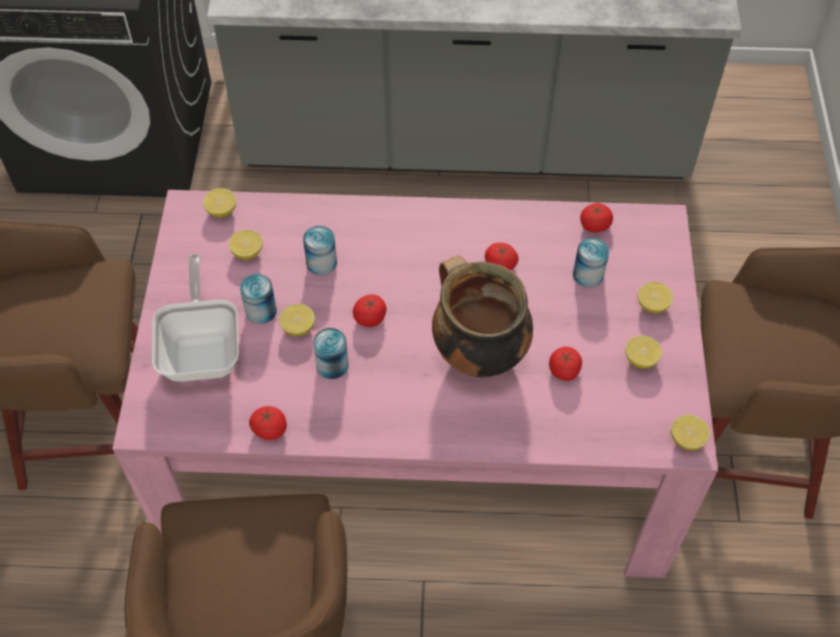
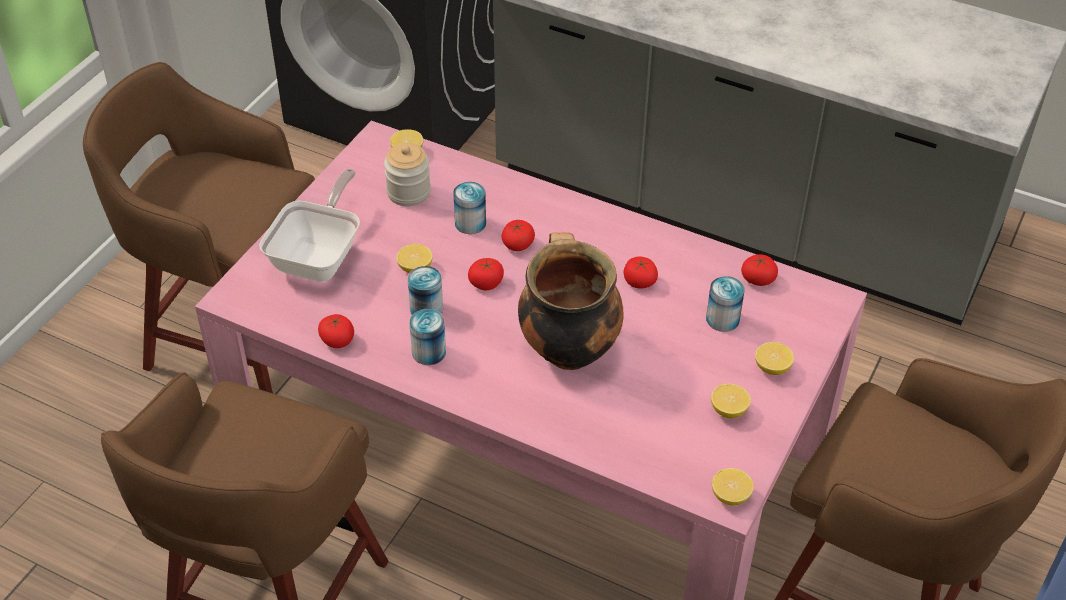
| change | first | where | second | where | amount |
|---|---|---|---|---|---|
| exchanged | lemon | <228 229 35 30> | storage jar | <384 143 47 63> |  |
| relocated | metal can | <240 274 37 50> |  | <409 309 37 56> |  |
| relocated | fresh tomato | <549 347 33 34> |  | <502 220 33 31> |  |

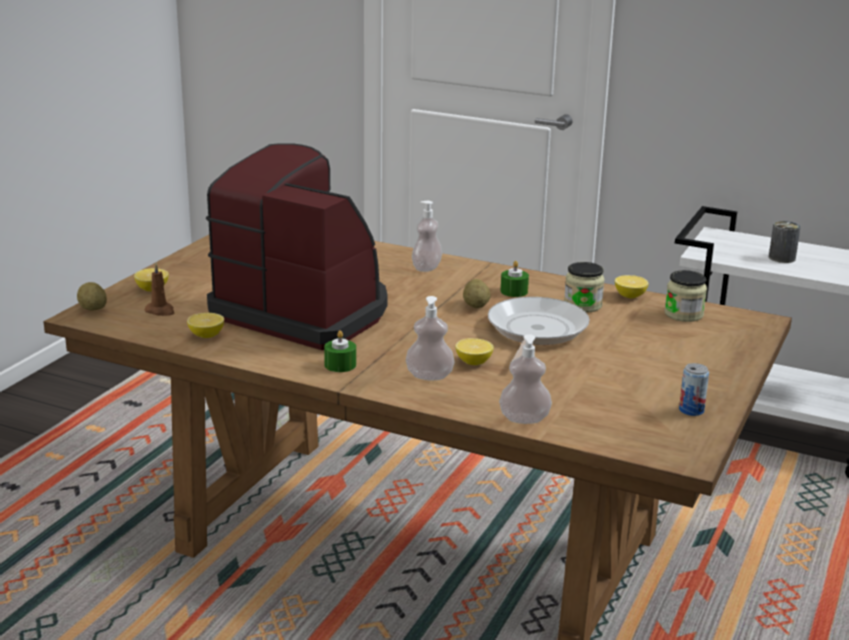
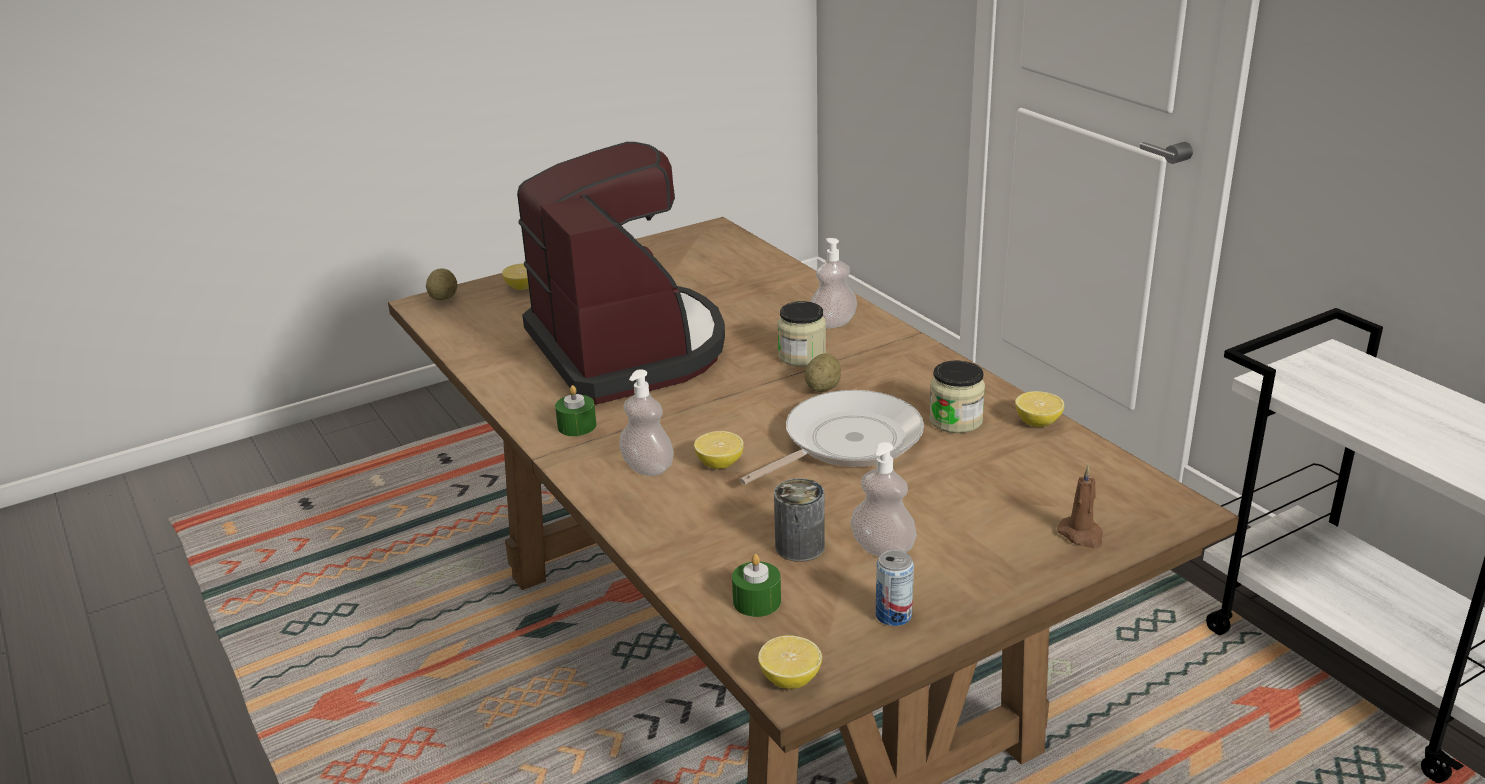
| change | first | where | second | where | amount |
|---|---|---|---|---|---|
| relocated | brown wax light | <144 263 30 53> |  | <1057 466 46 82> |  |
| relocated | lemon | <187 313 37 25> |  | <758 635 64 54> |  |
| relocated | soap dispenser | <499 334 53 90> |  | <851 442 66 115> |  |
| relocated | green-coloured wax light | <501 261 28 36> |  | <732 554 49 63> |  |
| relocated | storage jar | <665 270 42 52> |  | <777 301 49 66> |  |
| relocated | metal can | <769 221 32 42> |  | <774 478 51 84> |  |

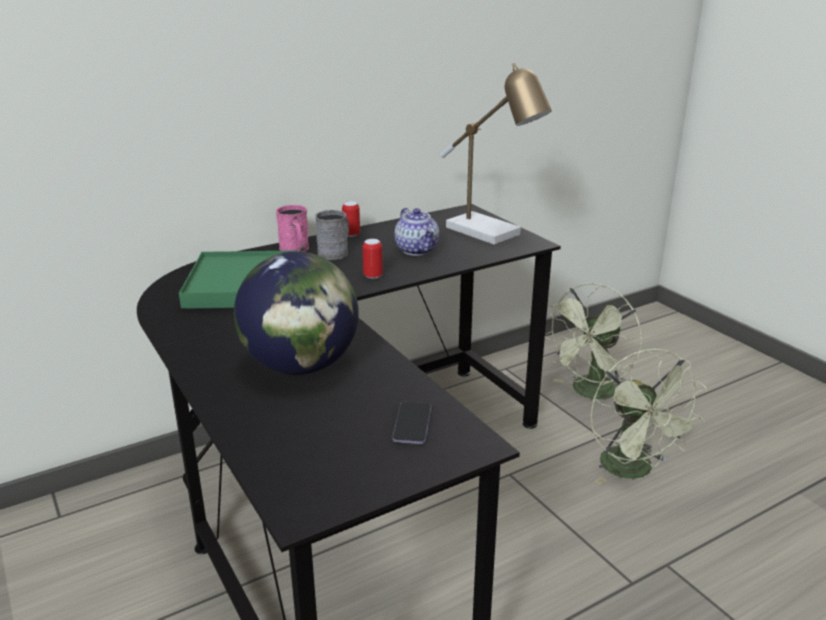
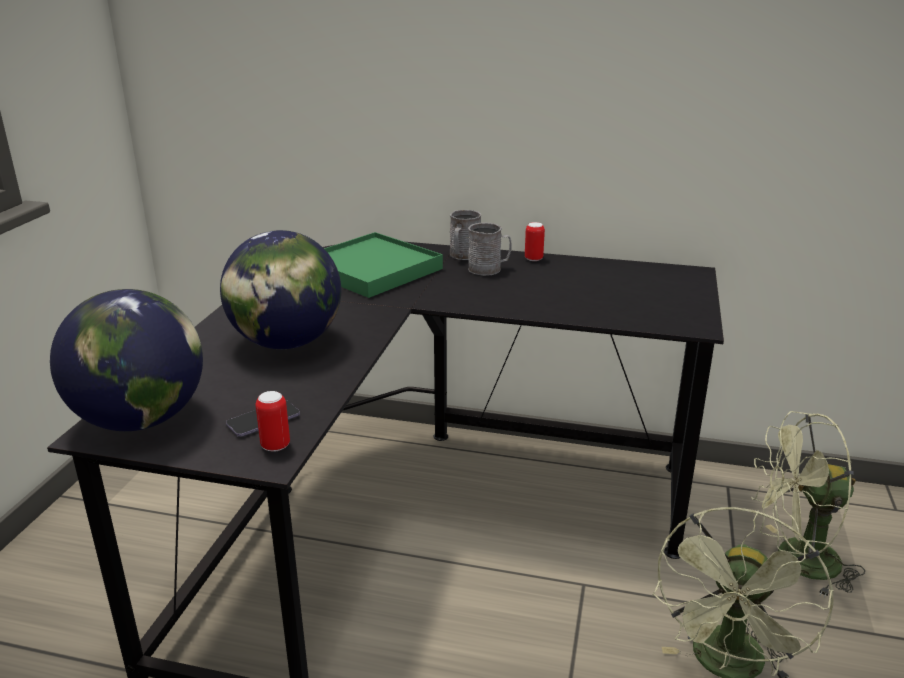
| change | first | where | second | where | amount |
|---|---|---|---|---|---|
| colour | pink-coloured tea mug | <276 205 33 47> | grey tea mug | <450 210 31 50> |  |
| relocated | metal can | <362 239 21 40> |  | <256 391 34 61> |  |
| missing | teapot | <395 208 44 48> |  |  |  |
| missing | table lamp | <440 63 112 182> |  |  |  |
| appeared |  |  | globe | <50 289 153 142> |  |

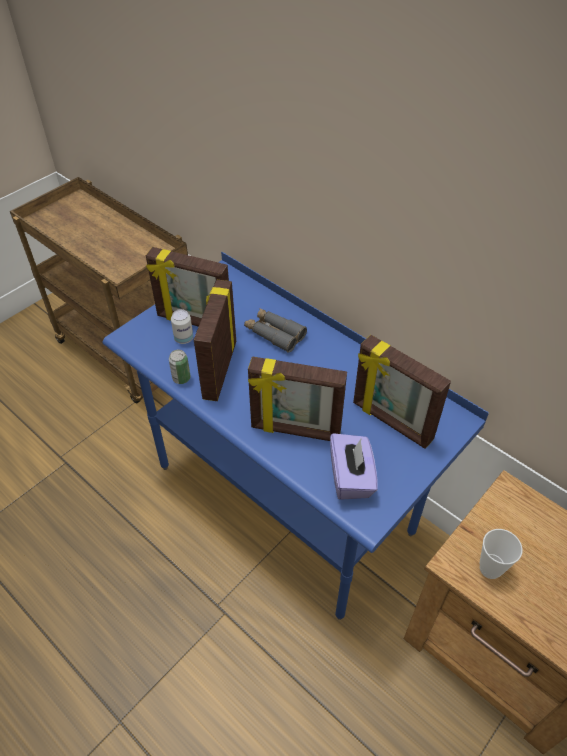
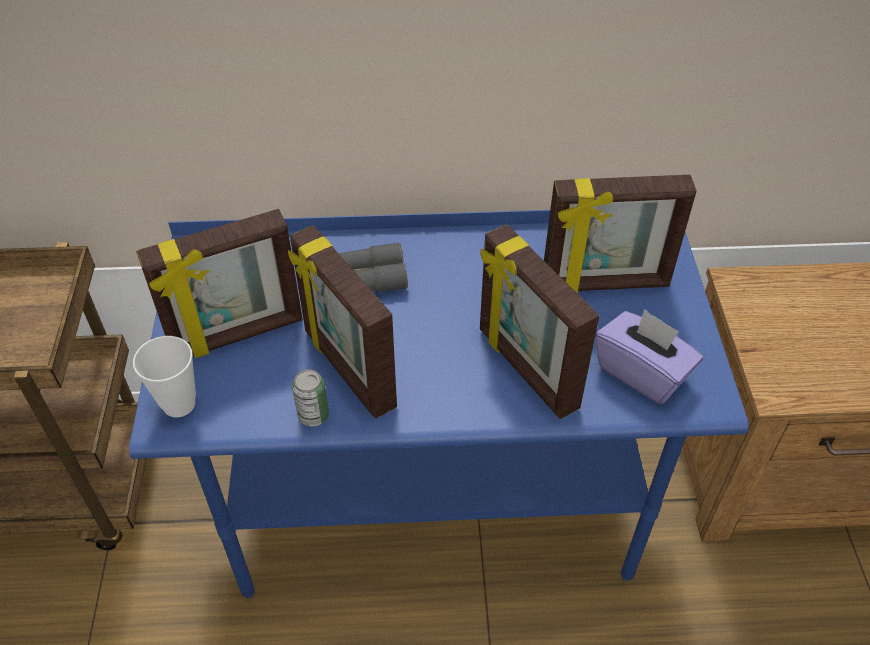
| change | first | where | second | where | amount |
|---|---|---|---|---|---|
| missing | metal can | <171 309 22 35> |  |  |  |
| spun | photo frame | <248 357 99 84> |  | <480 224 119 195> | 90 degrees clockwise |
| relocated | small cup | <480 529 43 50> |  | <133 336 63 81> |  |

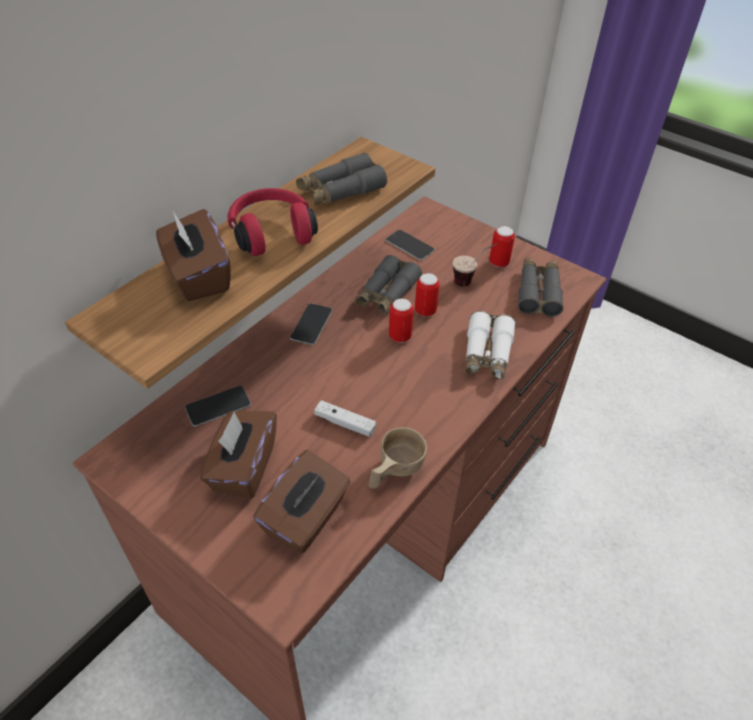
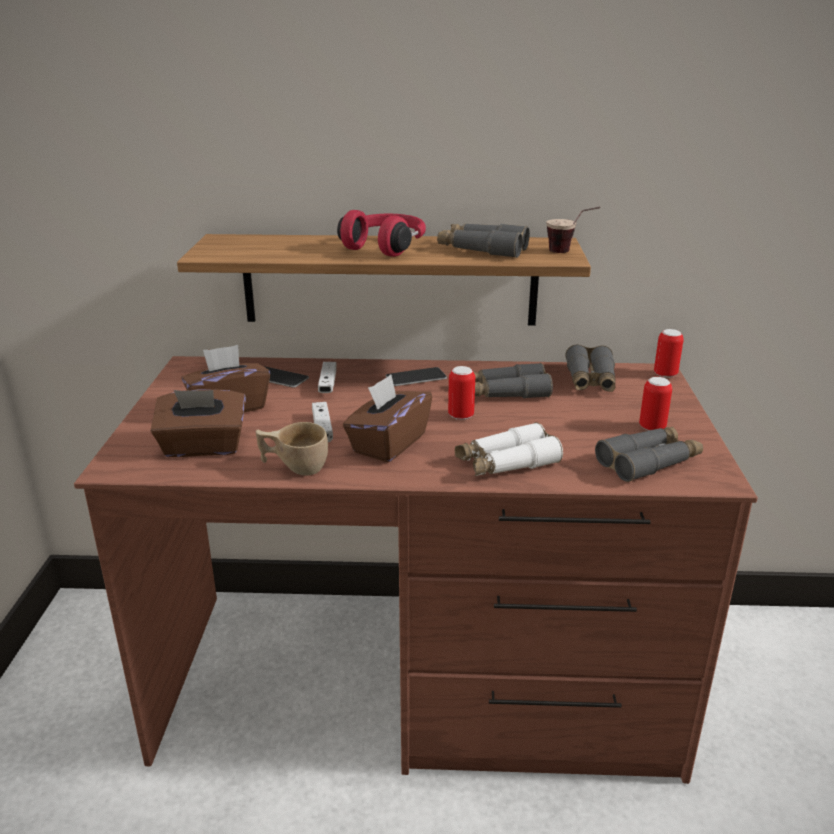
| change | first | where | second | where | amount |
|---|---|---|---|---|---|
| relocated | brown box of tissues | <156 209 75 92> |  | <343 374 89 88> |  |
| exchanged | telephone | <385 230 50 30> | grey binoculars | <565 344 51 48> |  |
| relocated | metal can | <415 273 25 44> |  | <654 329 30 49> |  |
| relocated | small cup | <453 243 45 44> |  | <546 207 54 46> |  |
| appeared |  |  | whitish game controller | <318 362 19 31> |  |

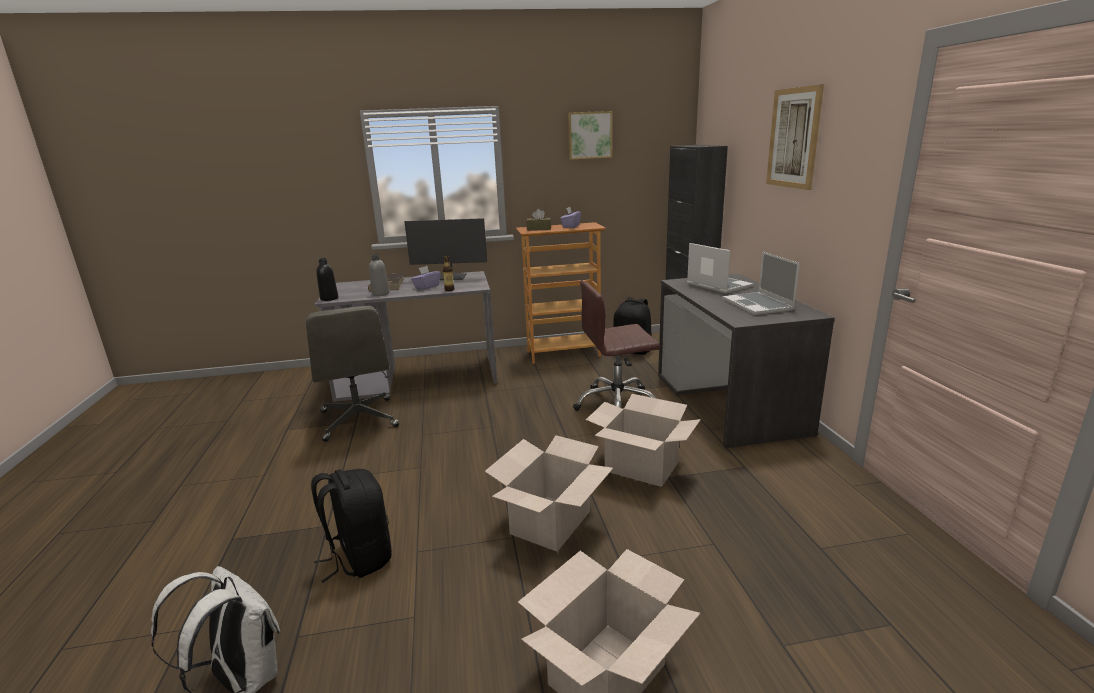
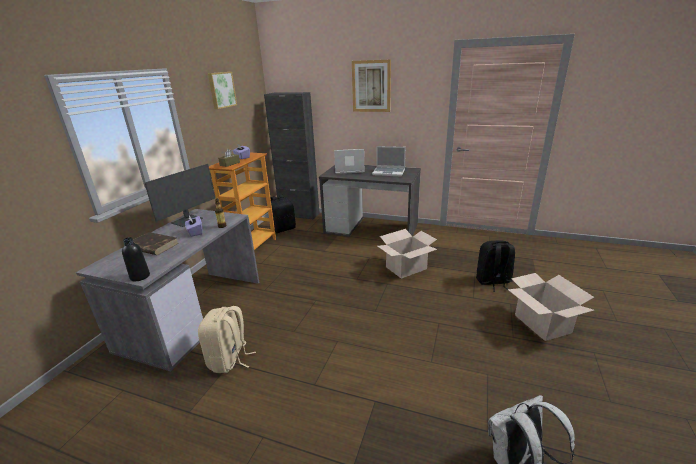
| change | first | where | second | where | amount |
|---|---|---|---|---|---|
| exchanged | grey computer chair | <306 306 93 136> | beige rucksack | <198 306 58 67> |  |
| relocated | black-coloured rucksack | <311 469 81 114> |  | <476 240 39 52> |  |
| missing | grey bottle | <369 254 20 42> |  |  |  |
| missing | cardboard box | <485 435 128 117> |  |  |  |
| missing | brown computer chair | <573 280 87 131> |  |  |  |

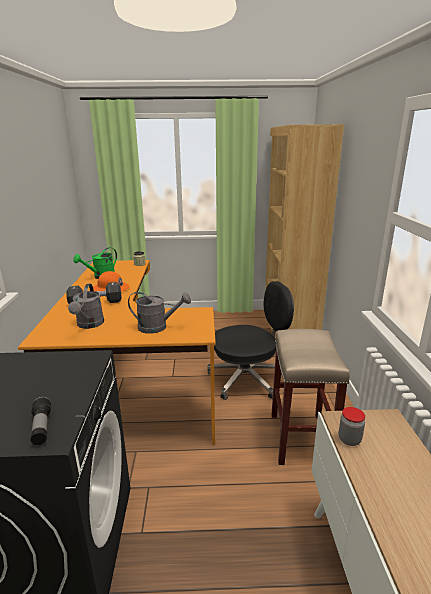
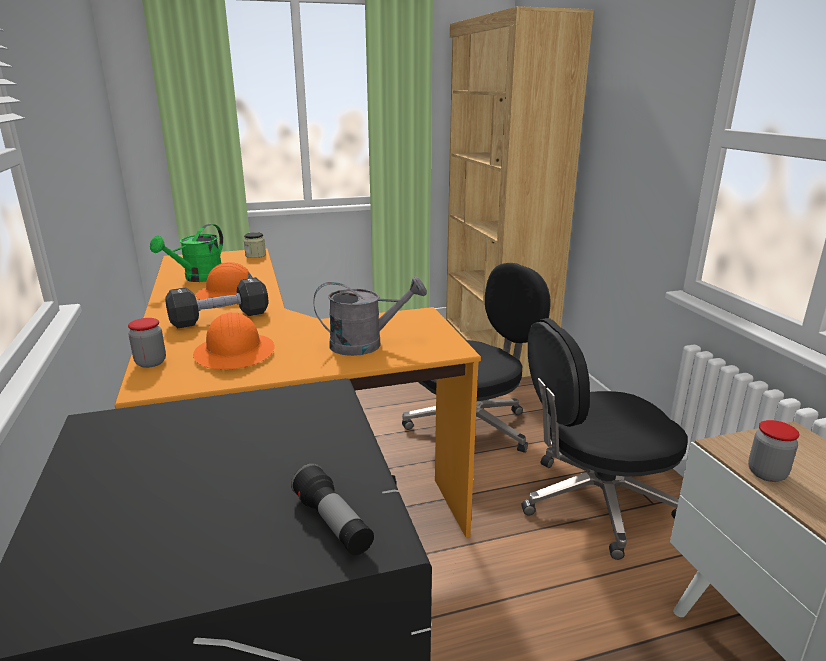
| change | first | where | second | where | amount |
|---|---|---|---|---|---|
| exchanged | grey sprinkling can | <68 284 36 45> | orange-coloured work helmet | <193 312 82 58> |  |
| exchanged | beige stool seat | <271 329 79 136> | black-coloured computer chair | <521 318 167 242> |  |
| appeared |  |  | storage jar | <128 318 38 50> |  |

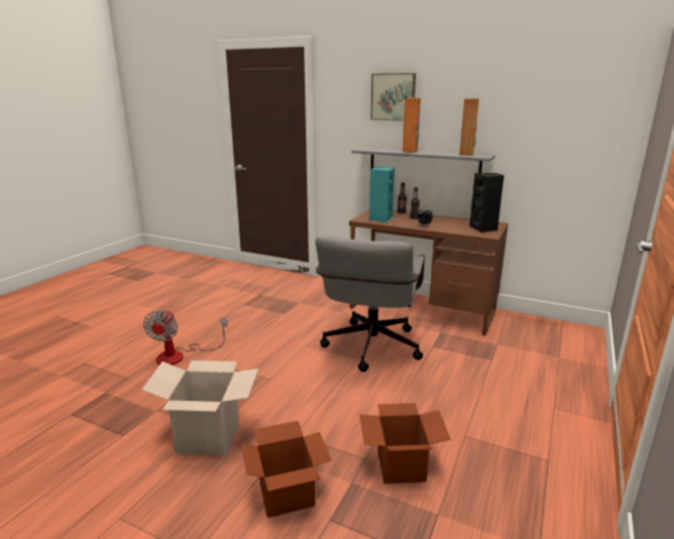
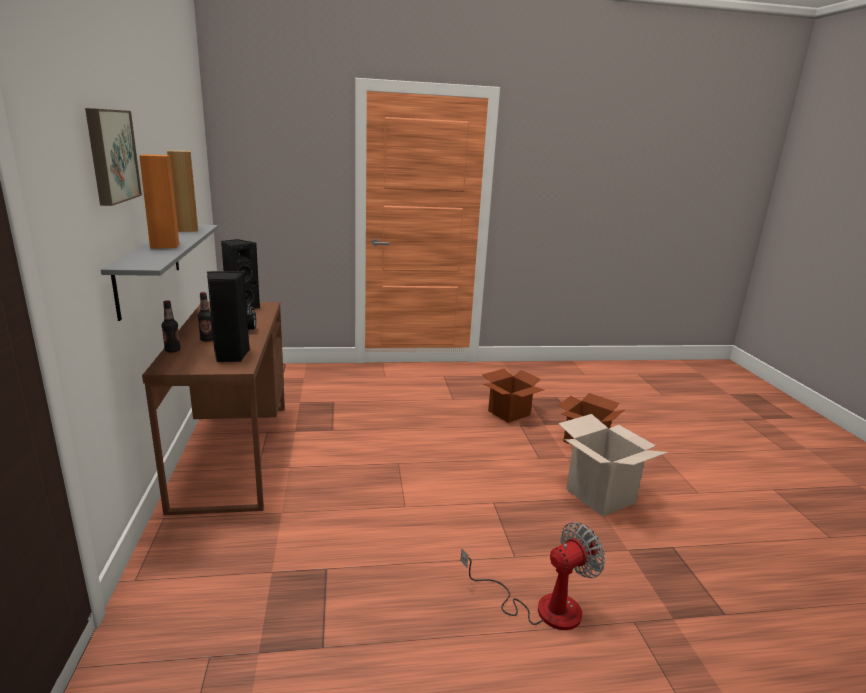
| change | first | where | second | where | amount |
|---|---|---|---|---|---|
| missing | grey computer chair | <315 236 110 136> |  |  |  |
| colour | turquoise-coloured speaker | <369 167 26 56> | black-coloured speaker | <207 271 43 91> |  |

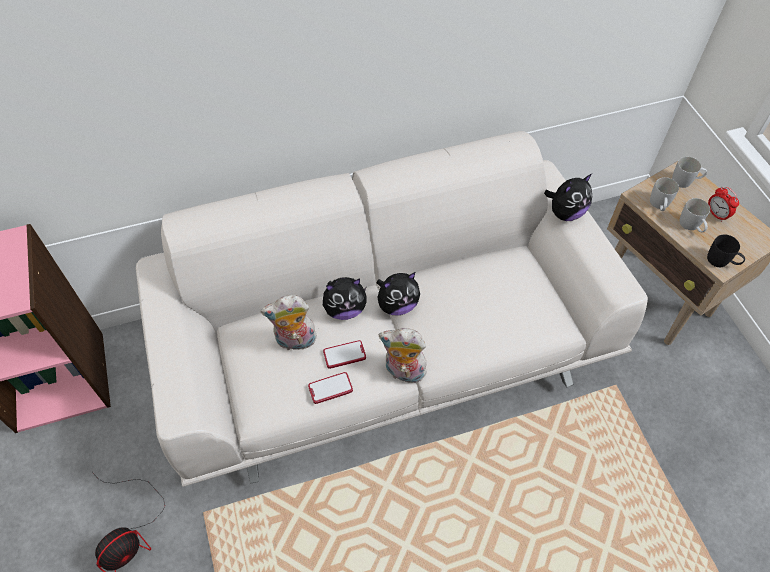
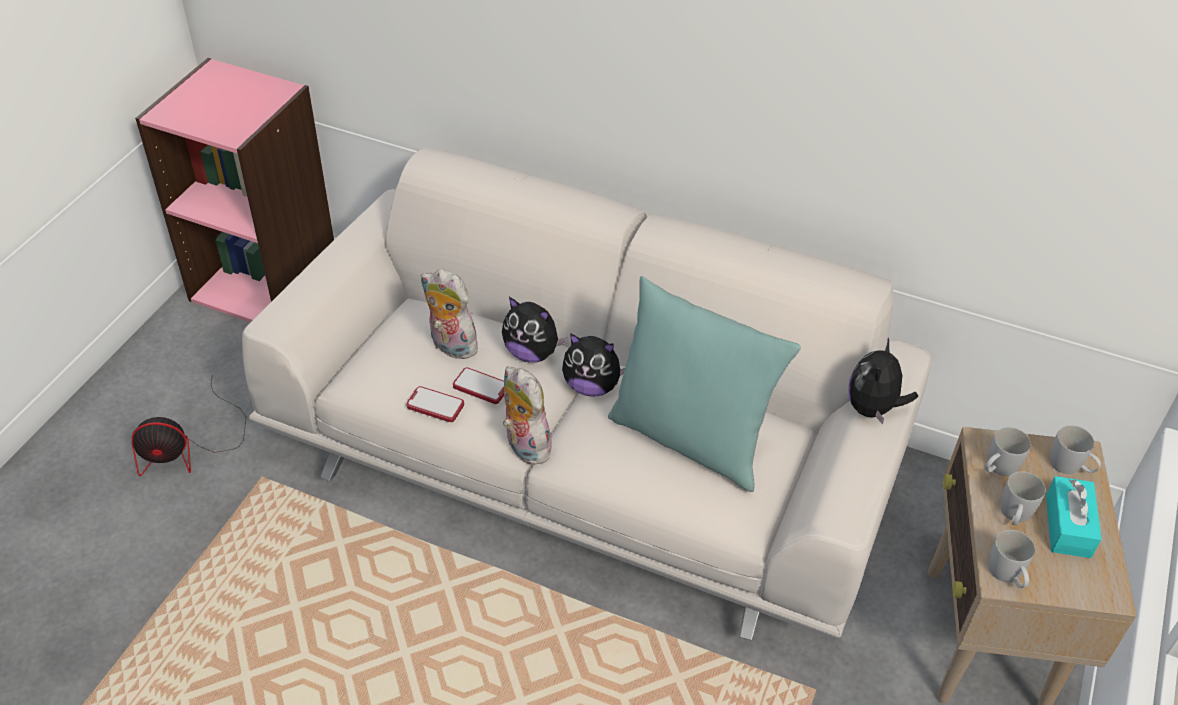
| change | first | where | second | where | amount |
|---|---|---|---|---|---|
| spun | plush toy | <544 174 48 47> |  | <848 338 70 86> | 105 degrees clockwise |
| colour | black-coloured tea mug | <707 235 38 32> | whitish tea mug | <988 530 47 58> |  |
| exchanged | alarm clock | <708 187 31 35> | turquoise-coloured box of tissues | <1046 476 56 82> |  |
| appeared |  |  | turquoise-coloured cushion | <608 276 193 216> |  |

